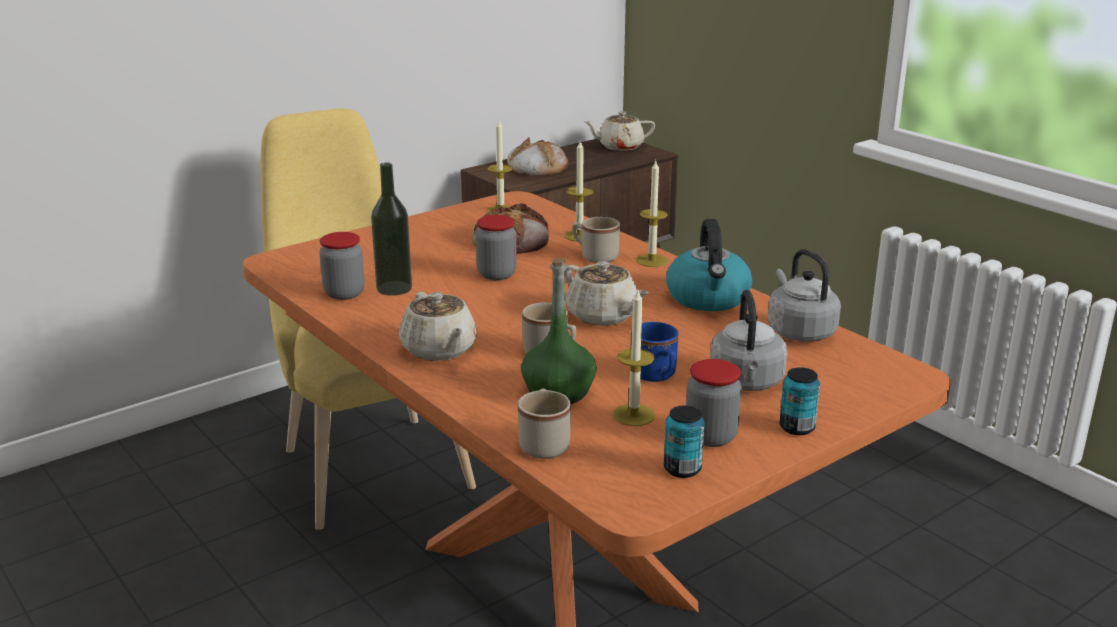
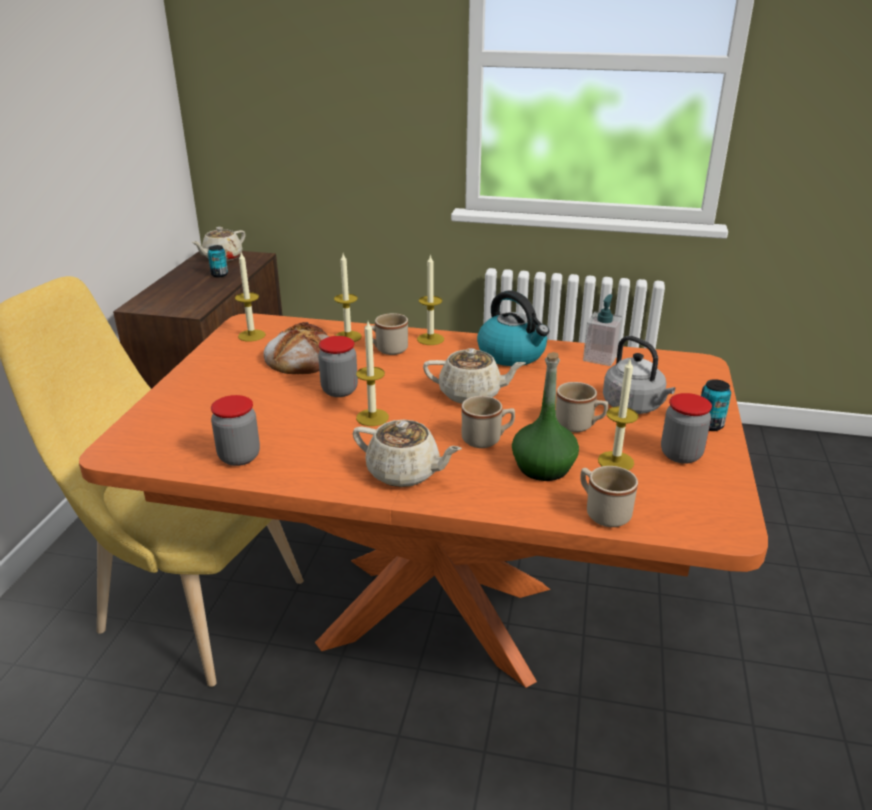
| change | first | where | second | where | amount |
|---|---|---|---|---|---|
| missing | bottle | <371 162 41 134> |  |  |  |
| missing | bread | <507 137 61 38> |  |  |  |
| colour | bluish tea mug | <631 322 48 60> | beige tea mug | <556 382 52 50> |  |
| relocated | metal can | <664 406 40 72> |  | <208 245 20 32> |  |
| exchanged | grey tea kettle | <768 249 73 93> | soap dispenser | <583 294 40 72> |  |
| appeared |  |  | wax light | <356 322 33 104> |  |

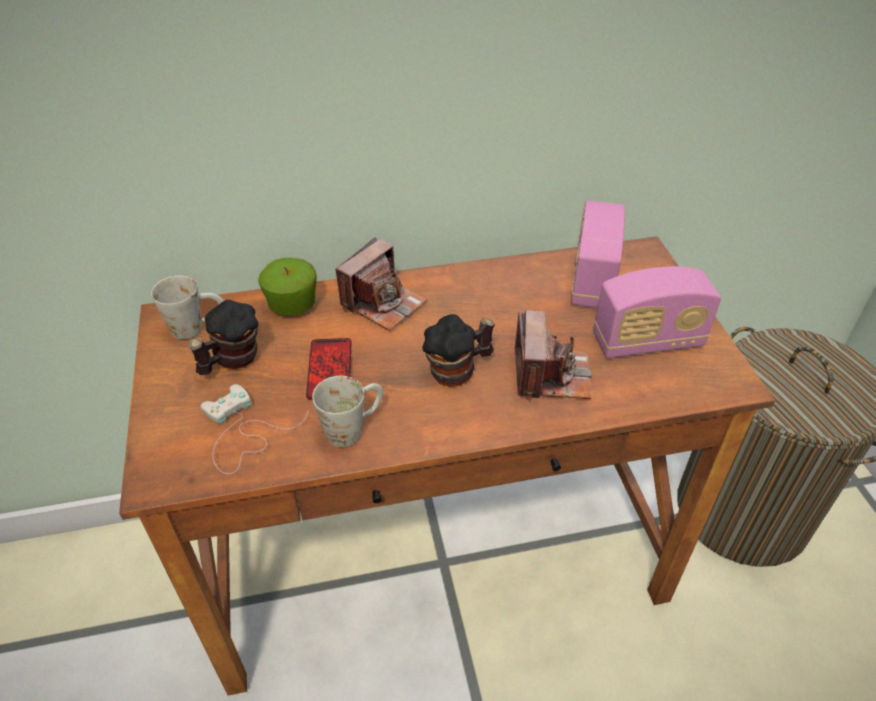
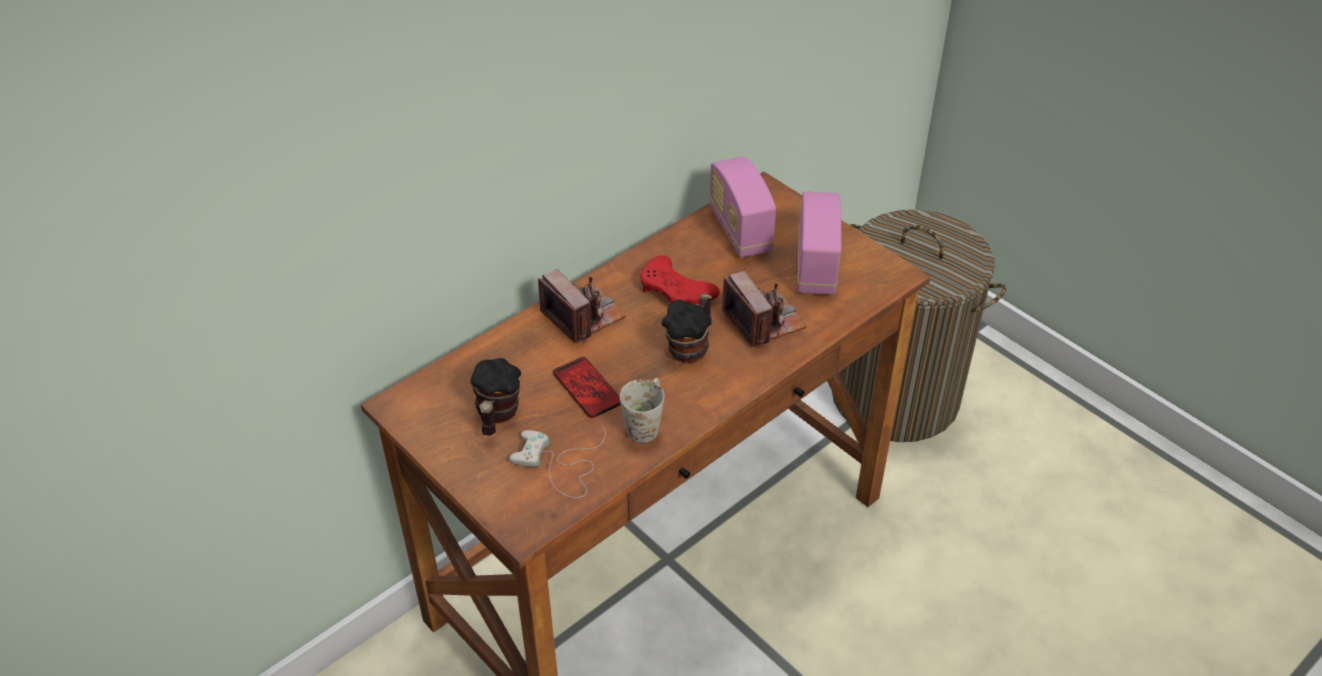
| change | first | where | second | where | amount |
|---|---|---|---|---|---|
| missing | whitish tea mug | <151 275 73 64> |  |  |  |
| missing | apple | <258 258 59 57> |  |  |  |
| spun | photo camera | <335 237 92 94> |  | <538 269 88 74> | 45 degrees counterclockwise |
| spun | radio set | <593 266 128 92> |  | <798 192 43 103> | 45 degrees counterclockwise |
| appeared |  |  | red-coloured game controller | <640 255 80 49> |  |

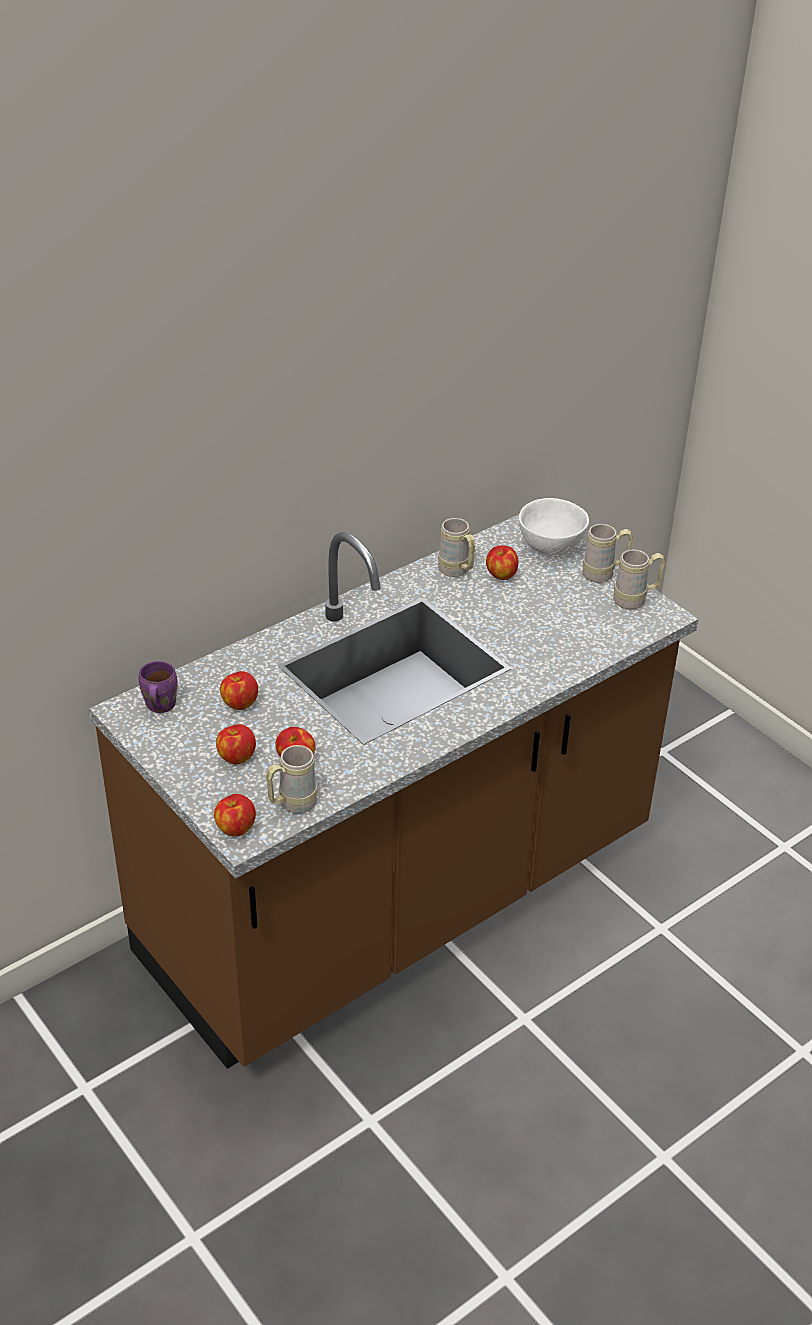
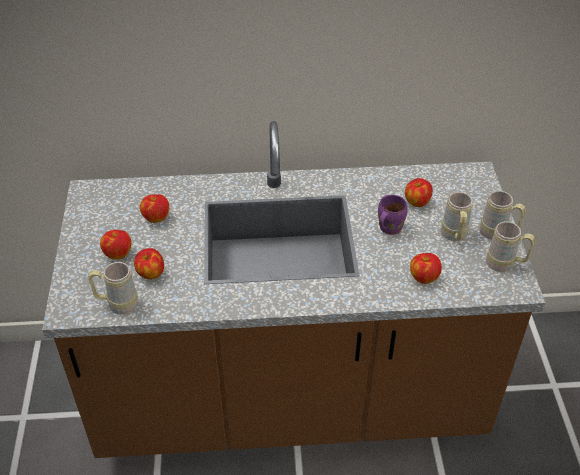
| change | first | where | second | where | amount |
|---|---|---|---|---|---|
| relocated | purple tea mug | <139 661 39 52> |  | <378 195 30 40> |  |
| relocated | apple | <214 794 42 43> |  | <410 253 32 31> |  |
| relocated | beige tea mug | <438 518 38 59> |  | <441 192 32 49> |  |
| missing | whitish bowl | <519 498 70 57> |  |  |  |

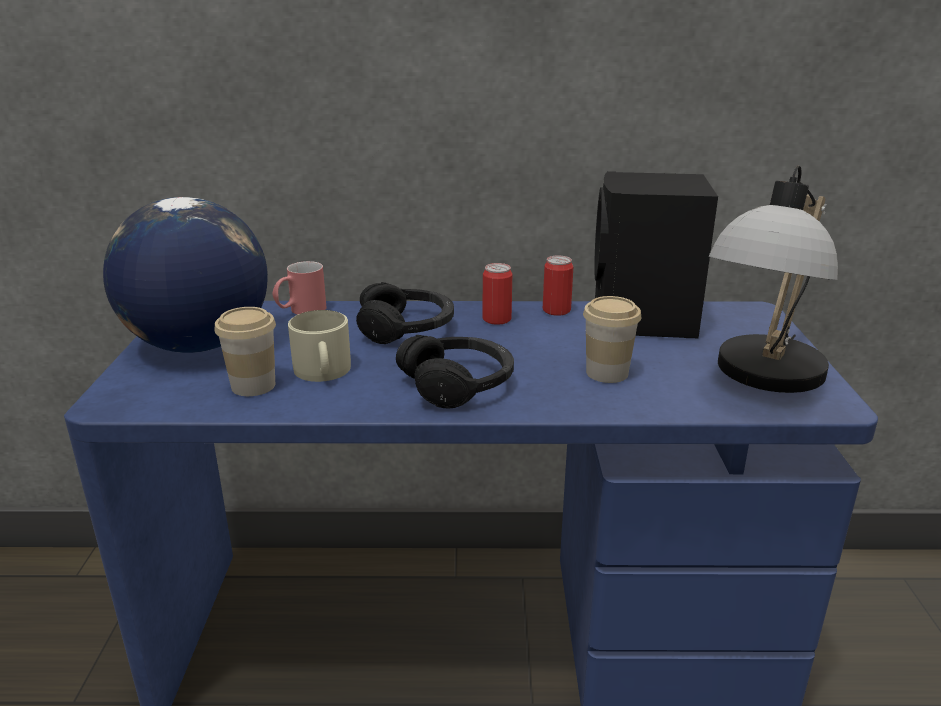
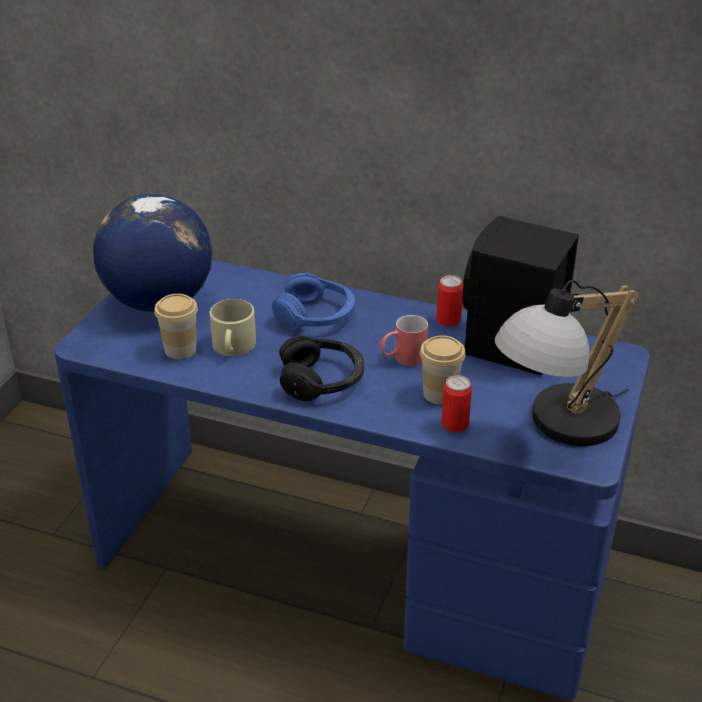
| change | first | where | second | where | amount |
|---|---|---|---|---|---|
| relocated | red-coloured tea mug | <272 261 54 54> |  | <380 315 48 51> |  |
| colour | black-coloured headphones | <356 282 98 62> | bluish headphones | <272 273 83 57> |  |
| relocated | metal can | <482 263 30 62> |  | <441 375 31 57> |  |

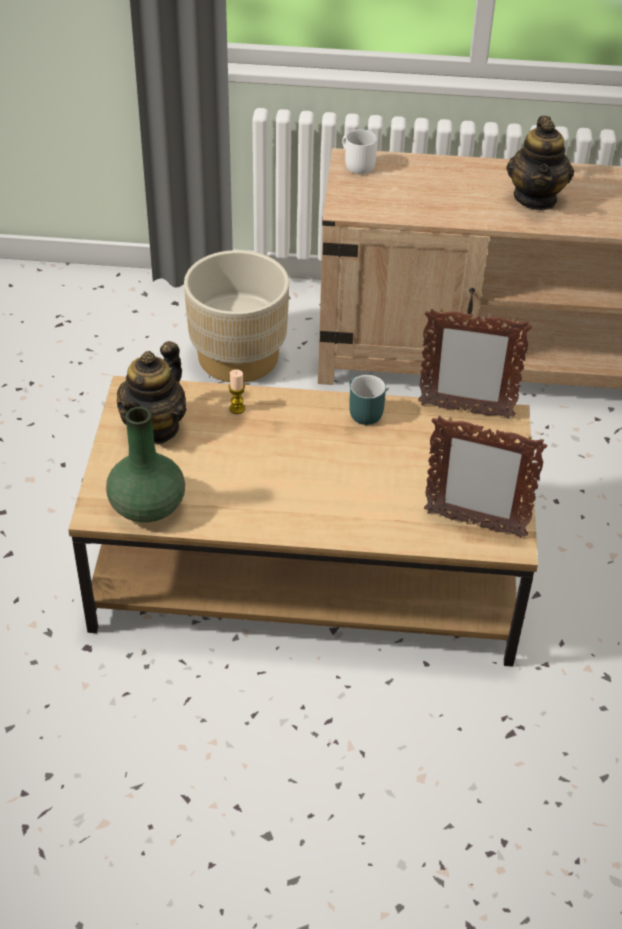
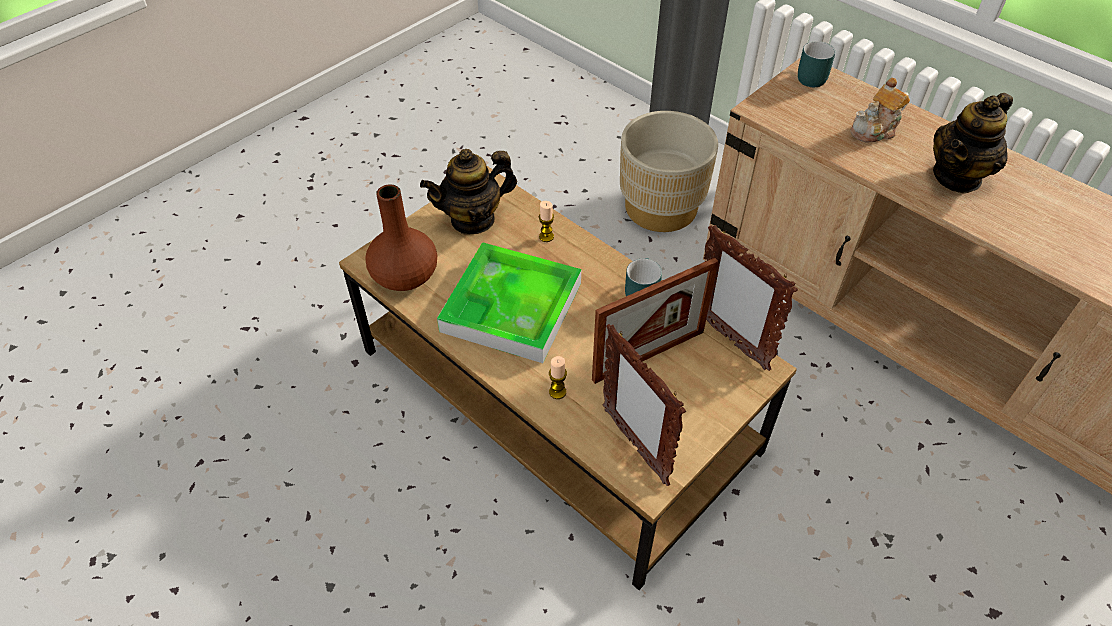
| change | first | where | second | where | amount |
|---|---|---|---|---|---|
| colour | green-coloured flower vase | <106 407 79 116> | brown flower vase | <365 185 72 106> |  |
| colour | whitish tea mug | <342 129 35 45> | turquoise-coloured tea mug | <798 41 38 46> |  |
| appeared |  |  | serving tray | <437 242 144 121> |  |
| appeared |  |  | wax light | <549 356 18 43> |  |
| appeared |  |  | photo frame | <592 258 126 126> |  |
| appeared |  |  | teapot | <850 77 60 65> |  |

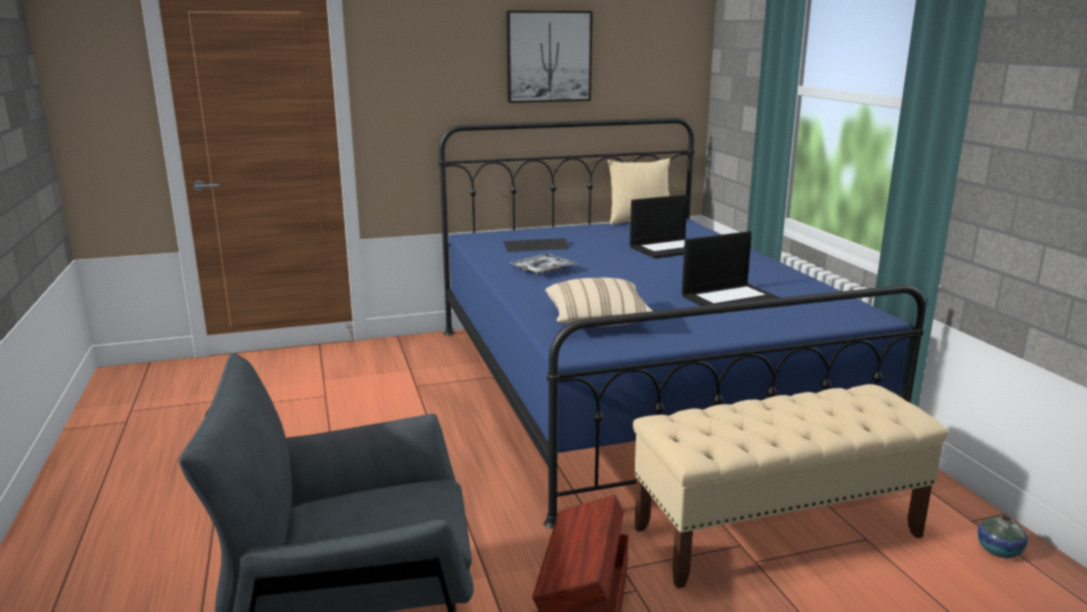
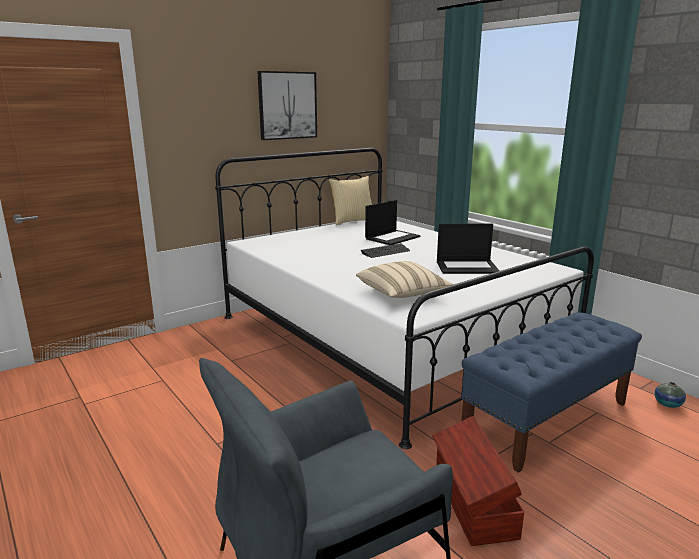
| change | first | where | second | where | amount |
|---|---|---|---|---|---|
| colour | bluish bed | <438 118 488 411> | whitish bed | <215 148 379 301> |  |
| relocated | PC keyboard | <504 238 65 14> |  | <361 243 49 15> |  |
| missing | serving tray | <509 254 68 20> |  |  |  |
| colour | beige indoor bench | <633 384 315 205> | bluish indoor bench | <462 312 180 161> |  |
| spun | portable computer | <682 231 99 75> |  | <437 223 63 51> | 45 degrees clockwise |

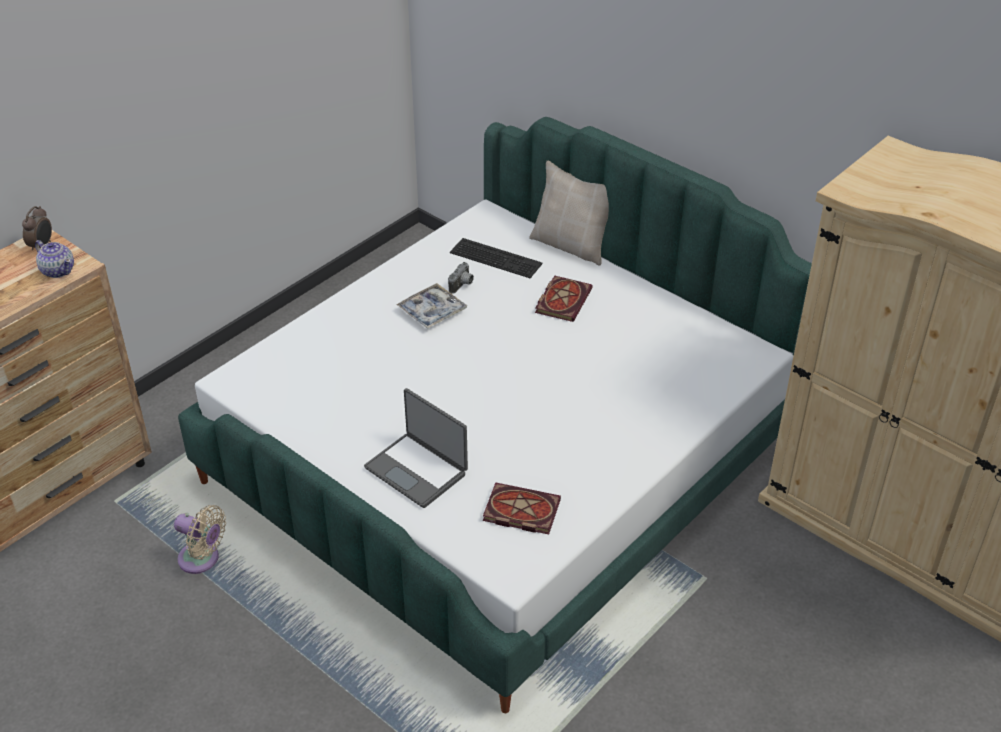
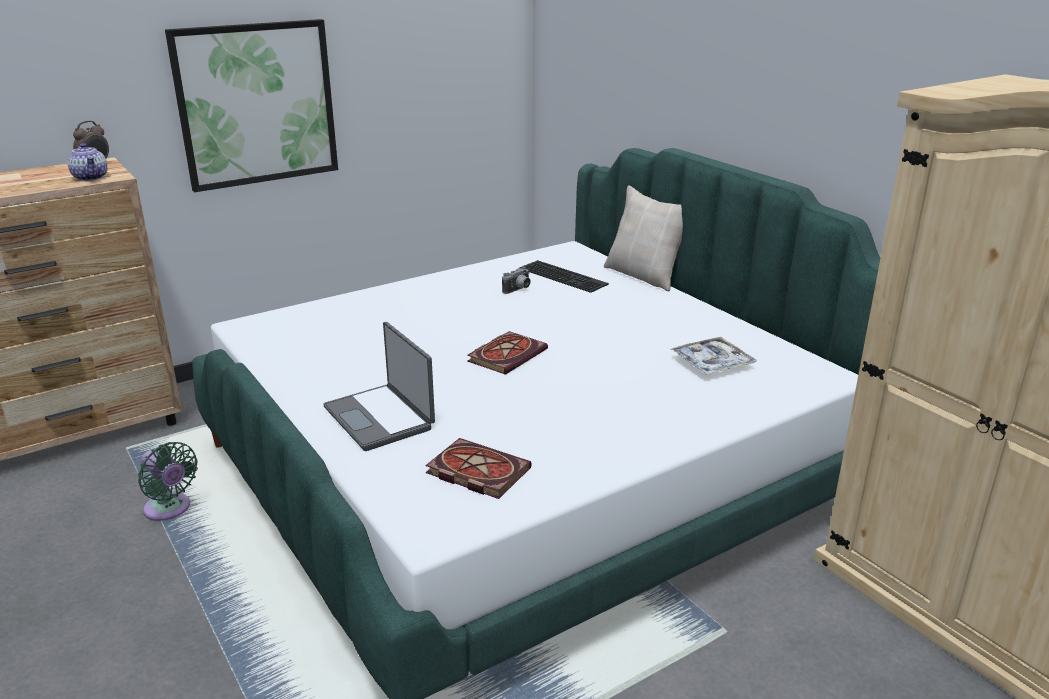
| change | first | where | second | where | amount |
|---|---|---|---|---|---|
| colour | beige cooling fan | <174 505 52 69> | green-coloured cooling fan | <138 442 60 79> |  |
| relocated | serving tray | <397 283 70 46> |  | <670 337 88 37> |  |
| relocated | book | <535 276 58 46> |  | <467 331 81 44> |  |
| appeared |  |  | wall art | <165 19 173 173> |  |

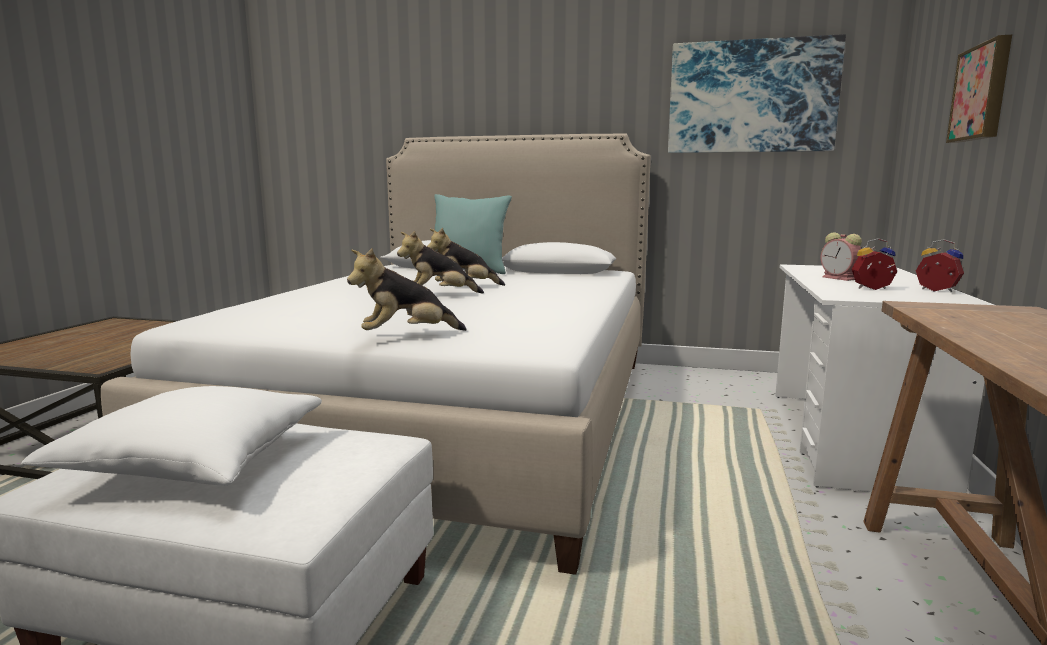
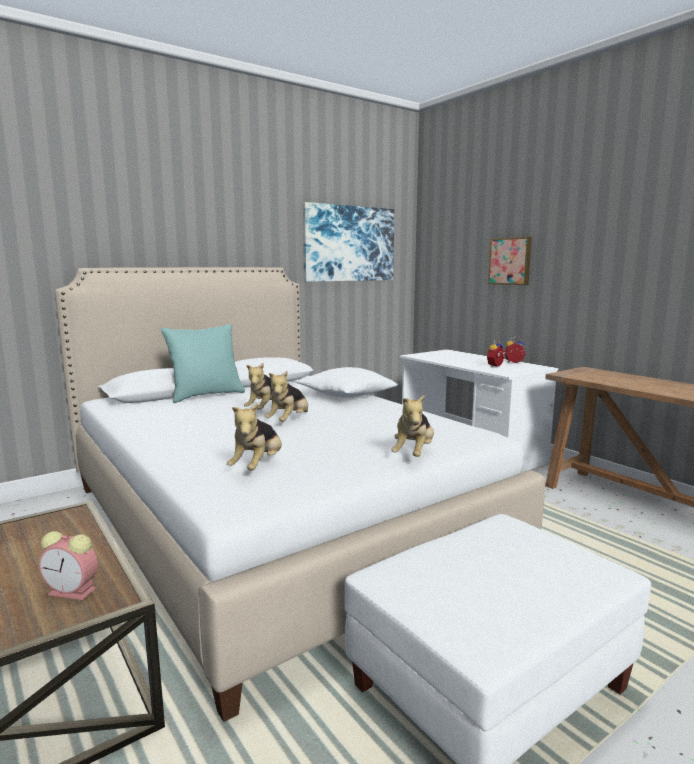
| change | first | where | second | where | amount |
|---|---|---|---|---|---|
| relocated | whitish cushion | <21 386 301 100> |  | <296 367 102 30> |  |
| relocated | alarm clock | <821 232 41 49> |  | <39 531 59 69> |  |
| appeared |  |  | plush toy | <227 403 55 68> |  |

